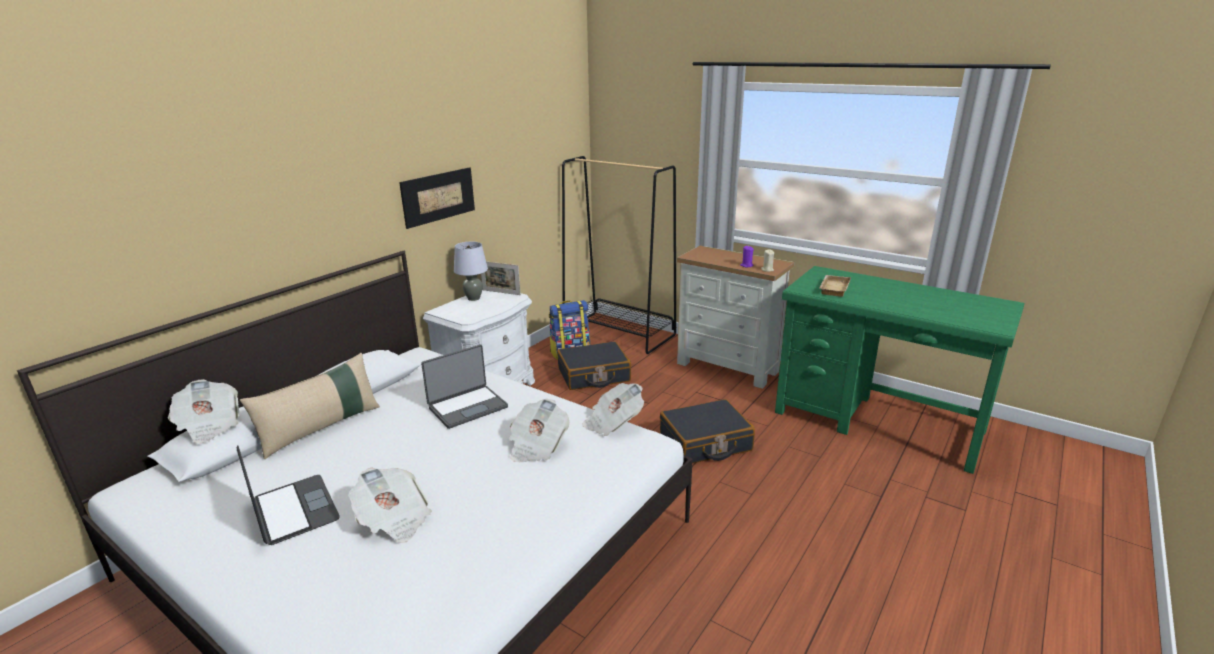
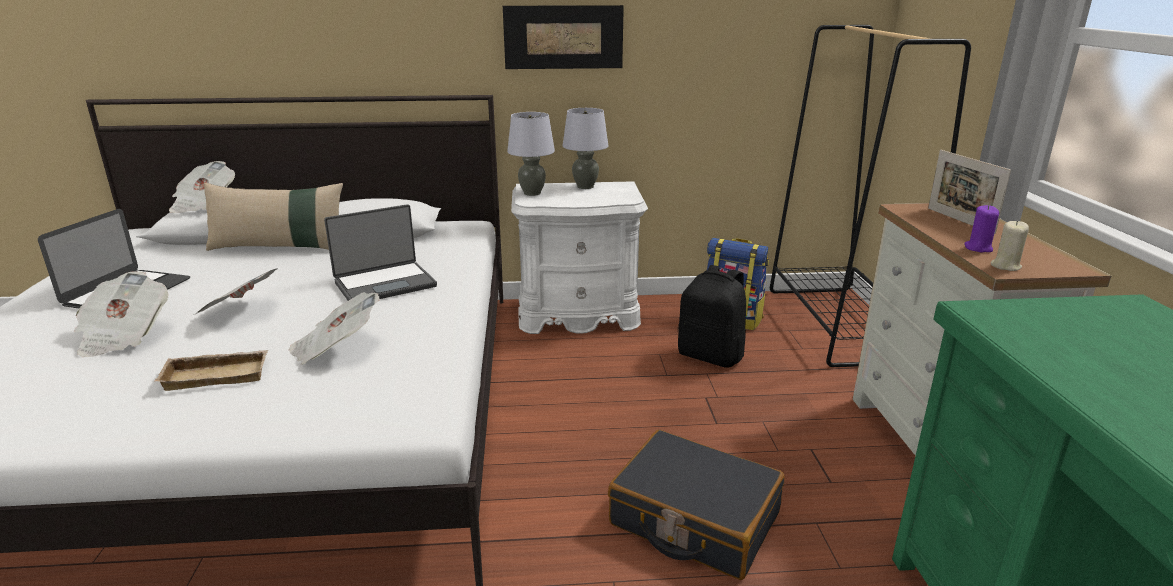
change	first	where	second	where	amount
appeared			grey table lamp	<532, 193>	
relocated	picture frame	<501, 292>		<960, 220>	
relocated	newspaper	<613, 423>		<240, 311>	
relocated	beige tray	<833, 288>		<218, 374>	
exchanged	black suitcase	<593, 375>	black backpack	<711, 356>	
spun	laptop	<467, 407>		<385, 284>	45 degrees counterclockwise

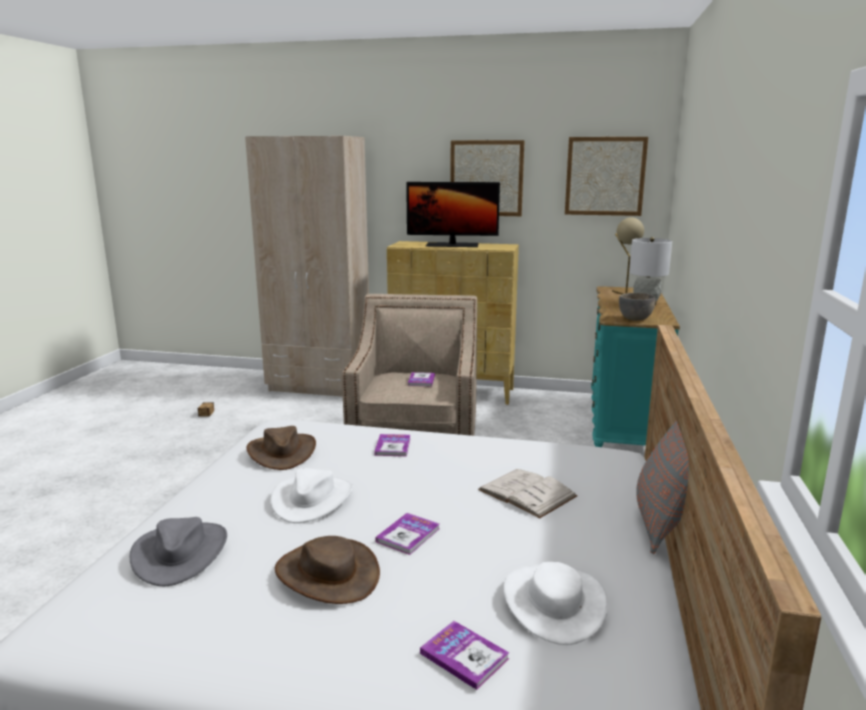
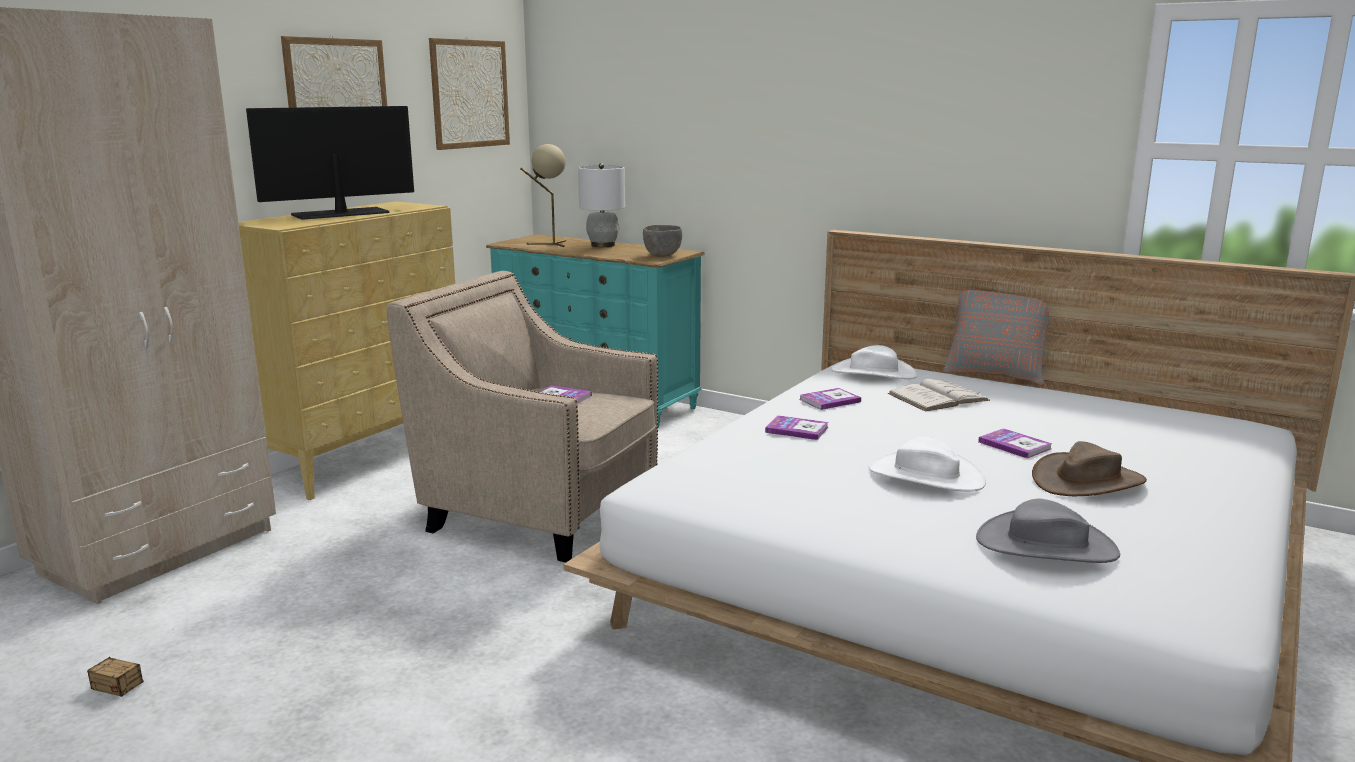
change	first	where	second	where	amount
missing	brown hat	<281, 452>			
relocated	book	<464, 656>		<829, 400>	
relocated	white hat	<554, 602>		<874, 373>	
spun	monitor	<452, 245>		<340, 214>	150 degrees counterclockwise

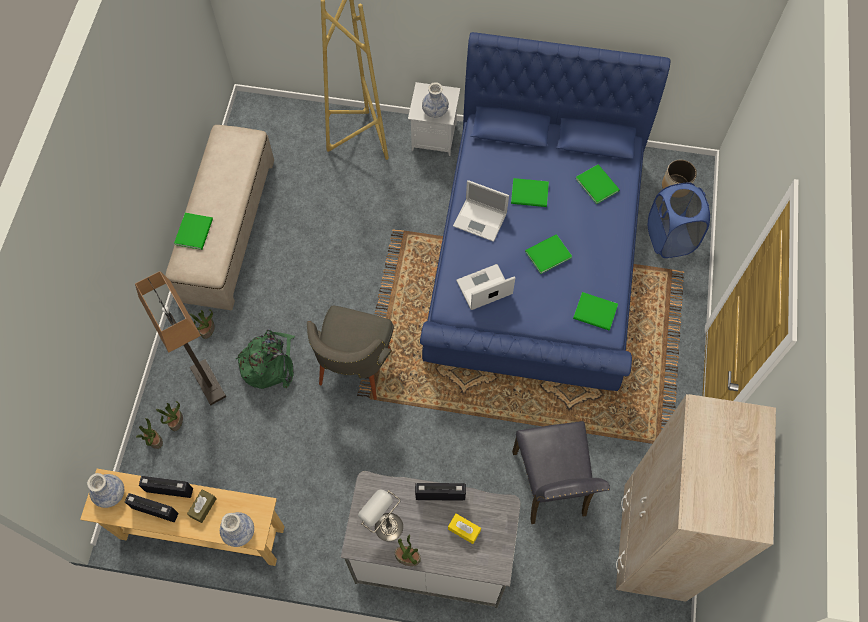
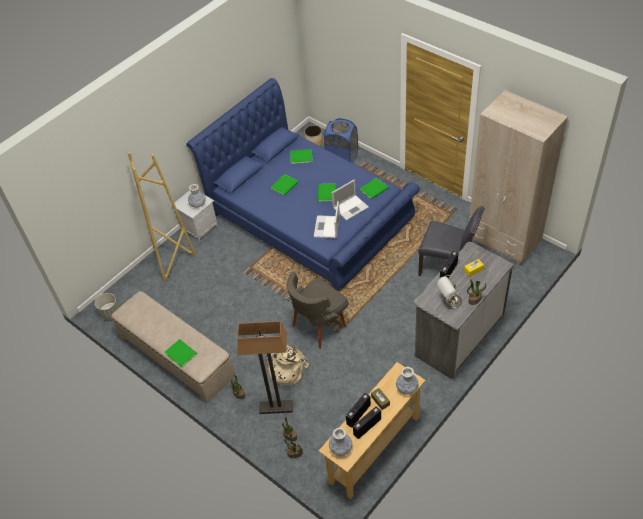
change	first	where	second	where	amount
appeared			grey planter	<110, 313>	
relocated	laptop	<481, 220>		<351, 207>	
colour	green backpack	<269, 363>	beige backpack	<286, 369>	
spun	grey chair	<356, 367>		<319, 326>	90 degrees clockwise

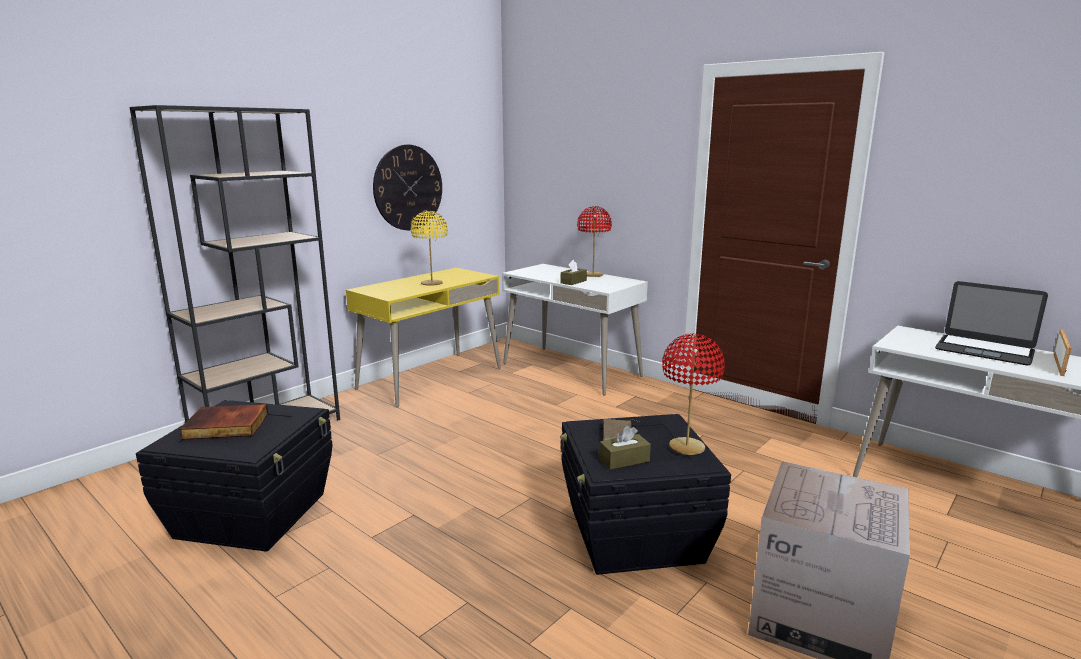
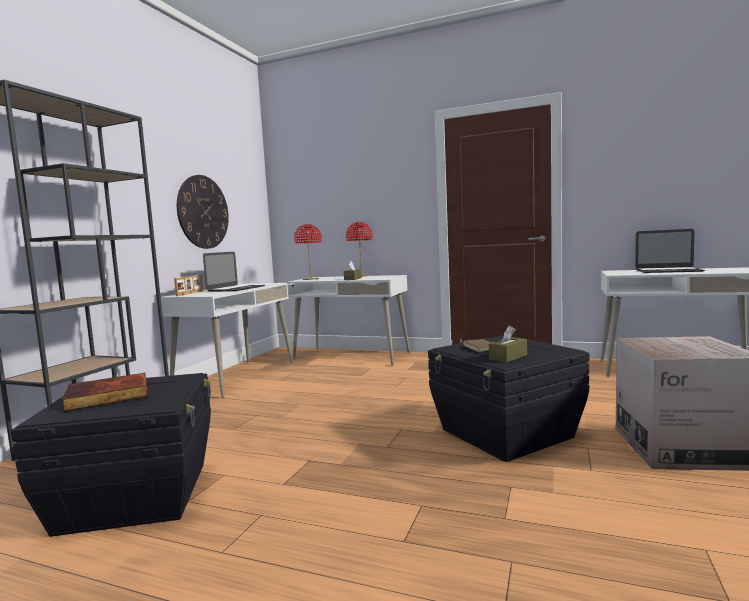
change	first	where	second	where	amount
relocated	red table lamp	<687, 447>		<310, 279>	
relocated	picture frame	<1060, 365>		<190, 293>	
exchanged	yellow table lamp	<431, 283>	laptop	<236, 288>	
colour	yellow desk	<430, 378>	white desk	<236, 377>	

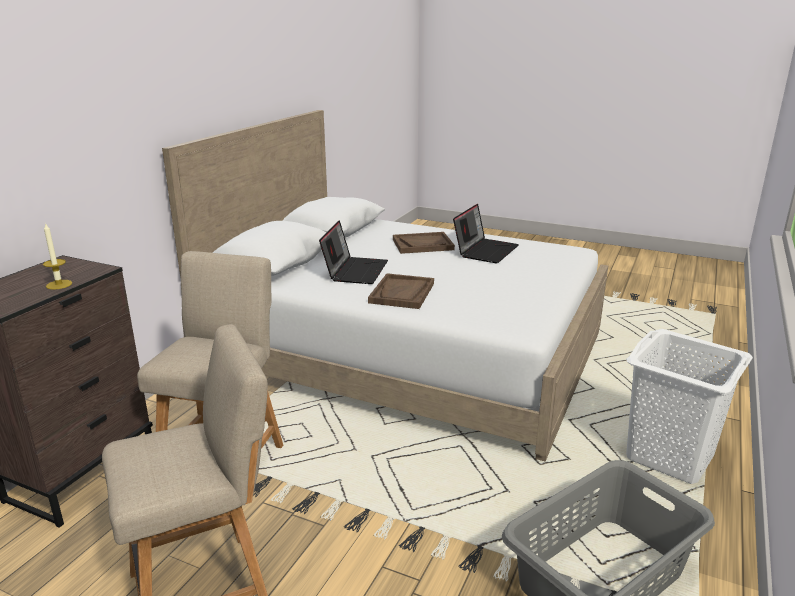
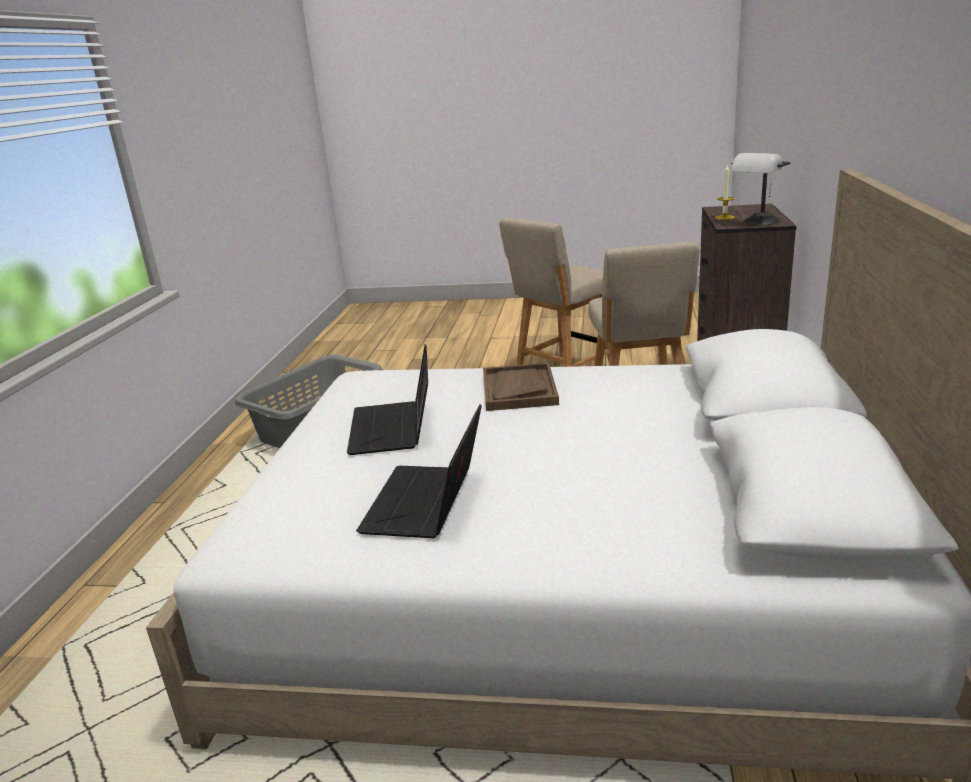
change	first	where	second	where	amount
missing	brown tray	<423, 244>			
missing	white laundry basket	<670, 456>			
appeared			table lamp	<758, 223>	
relocated	laptop	<355, 270>		<394, 429>	

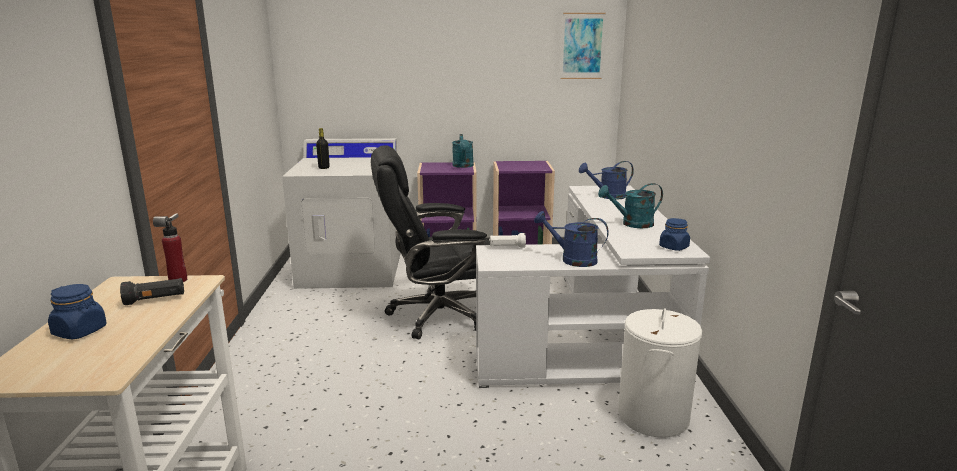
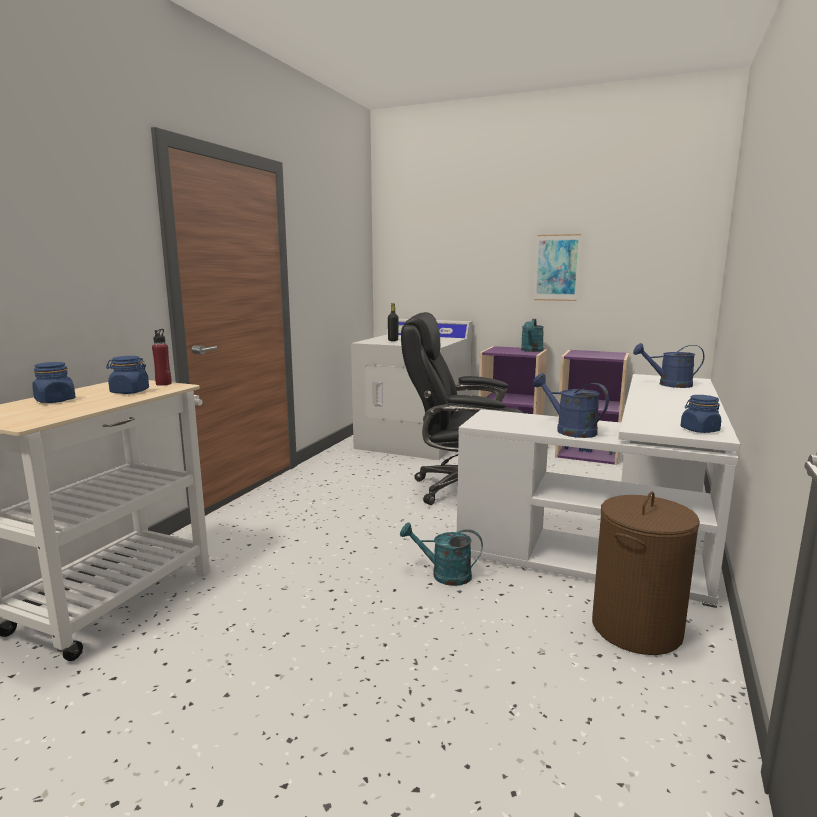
change	first	where	second	where	amount
missing	white flashlight	<507, 247>			
relocated	picture	<582, 46>		<557, 267>	
relocated	turquoise watering can	<632, 224>		<444, 575>	
exchanged	black flashlight	<155, 300>	blue jar	<129, 392>	
colour	white laundry basket	<653, 416>	brown laundry basket	<636, 628>	

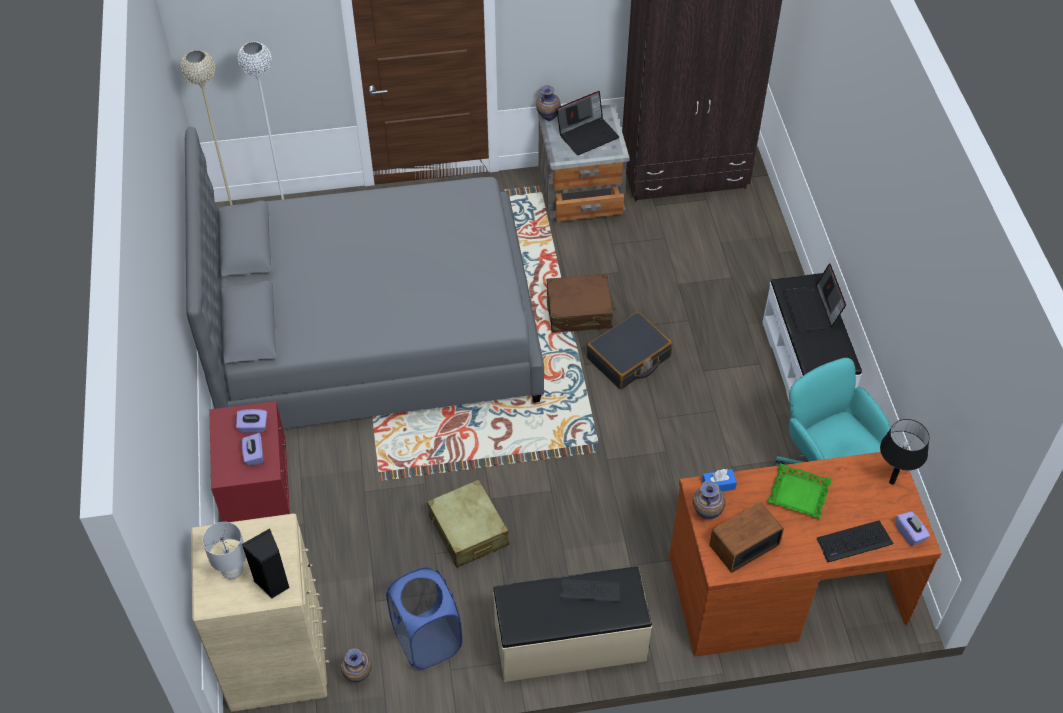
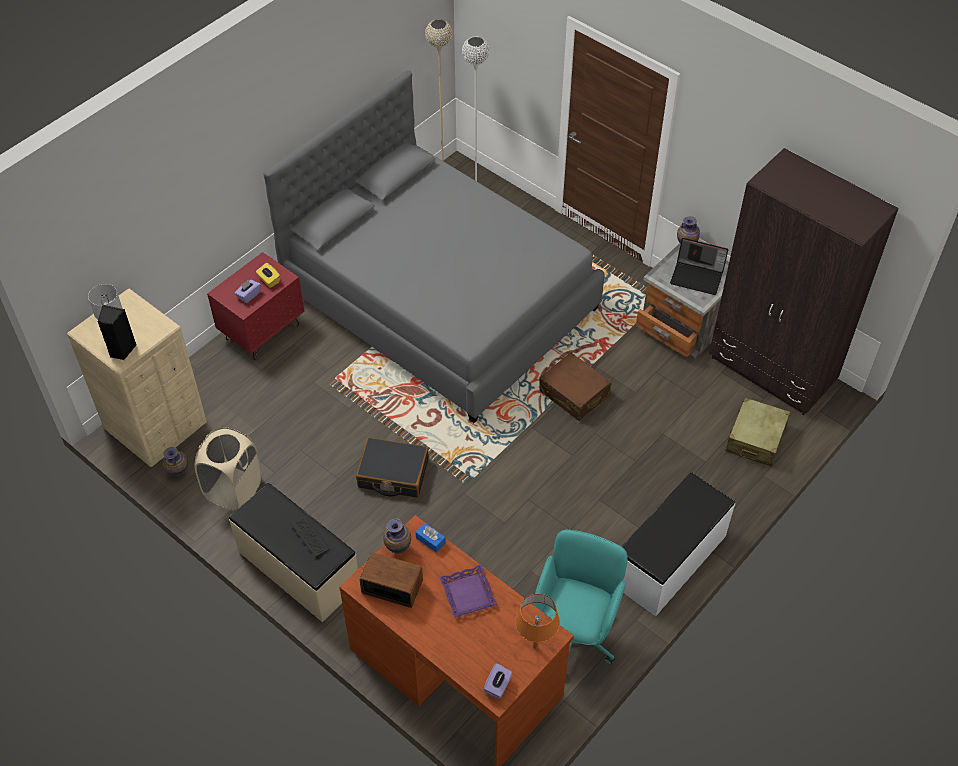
change	first	where	second	where	amount
missing	laptop	<811, 310>			
missing	keyboard	<854, 542>			
relocated	beige suitcase	<468, 531>		<755, 439>	
relocated	black suitcase	<628, 358>		<393, 474>	
colour	purple tissue box	<253, 427>	yellow tissue box	<269, 280>	
colour	blue laundry basket	<427, 639>	beige laundry basket	<234, 490>	
colour	green tray	<798, 494>	purple tray	<467, 593>	
colour	black table lamp	<892, 482>	orange table lamp	<535, 647>	

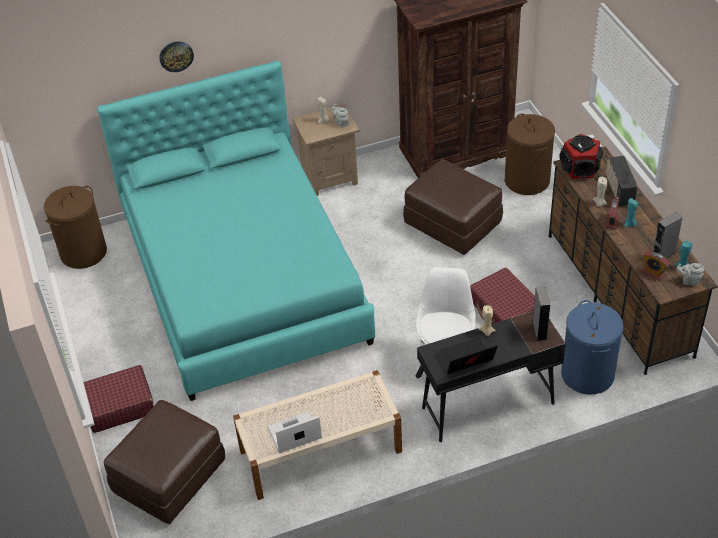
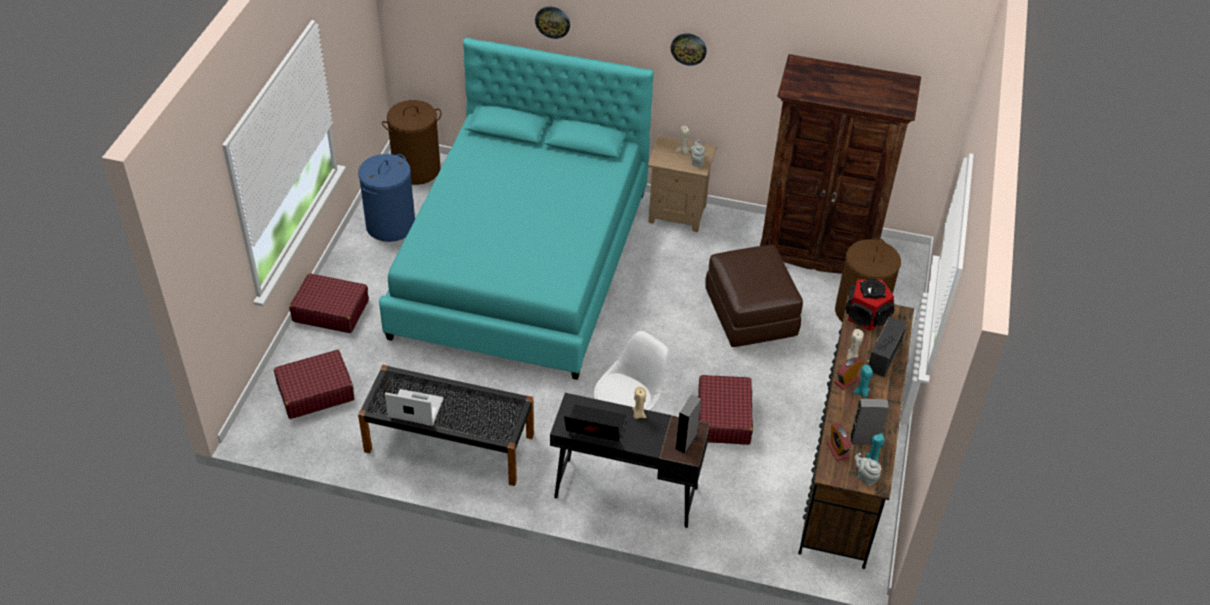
change	first	where	second	where	amount
appeared			wall clock	<688, 48>	
relocated	blue laundry basket	<587, 374>		<390, 225>	
exchanged	brown ottoman	<169, 477>	red suitcase	<315, 391>	
colour	beige bench	<320, 451>	black bench	<449, 444>	

